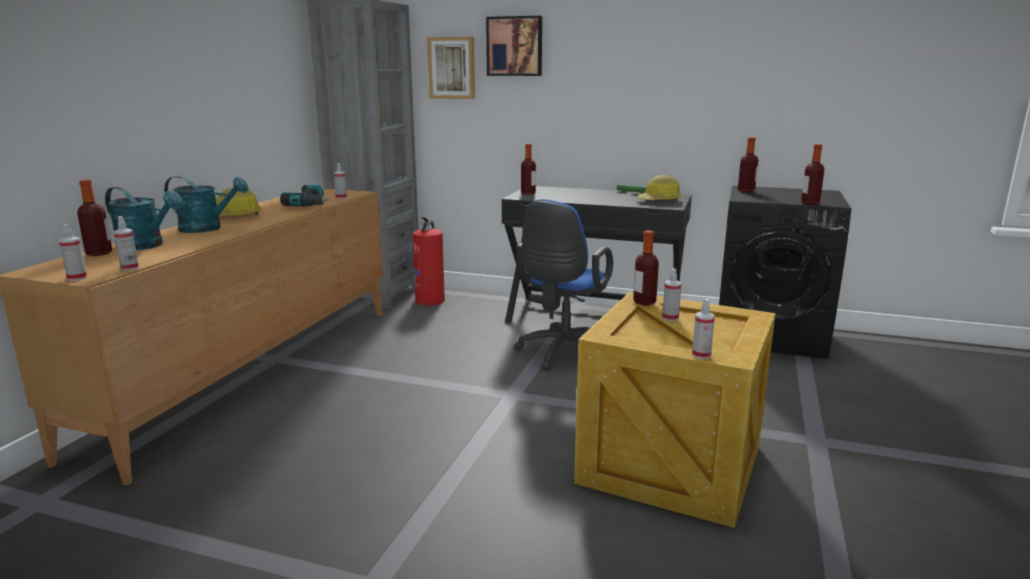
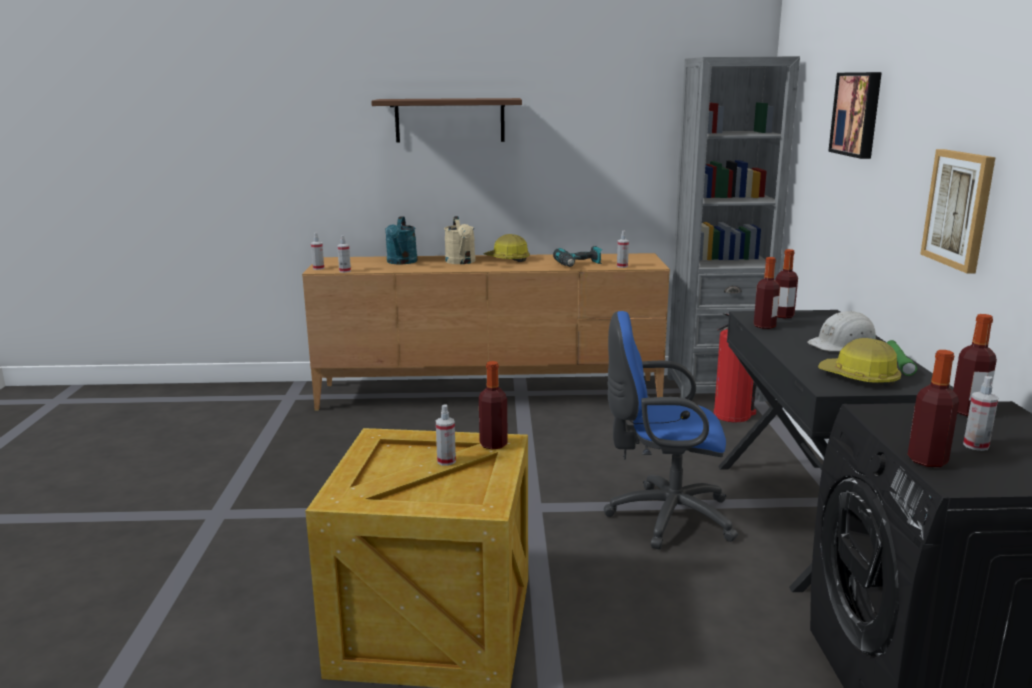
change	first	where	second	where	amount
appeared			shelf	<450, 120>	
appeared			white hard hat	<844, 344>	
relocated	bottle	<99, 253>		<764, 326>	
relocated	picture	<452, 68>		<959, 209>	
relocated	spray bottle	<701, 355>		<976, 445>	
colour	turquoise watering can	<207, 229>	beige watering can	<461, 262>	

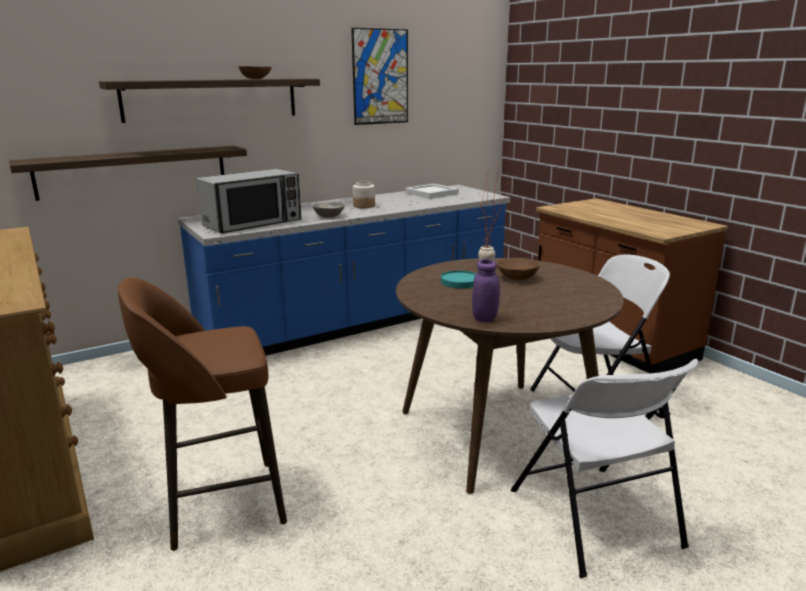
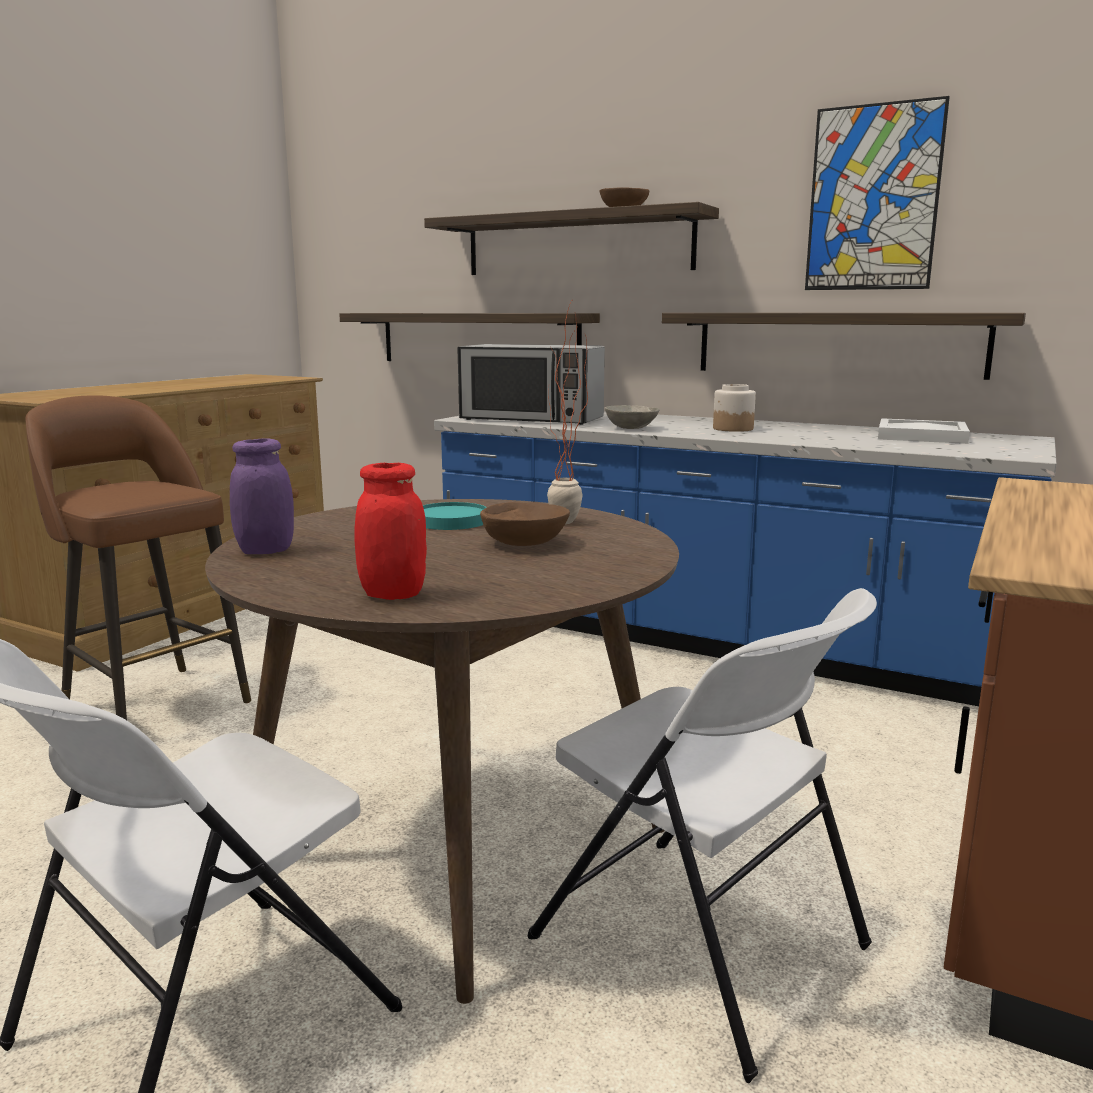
change	first	where	second	where	amount
appeared			red jar	<393, 594>	
appeared			shelf	<837, 343>	

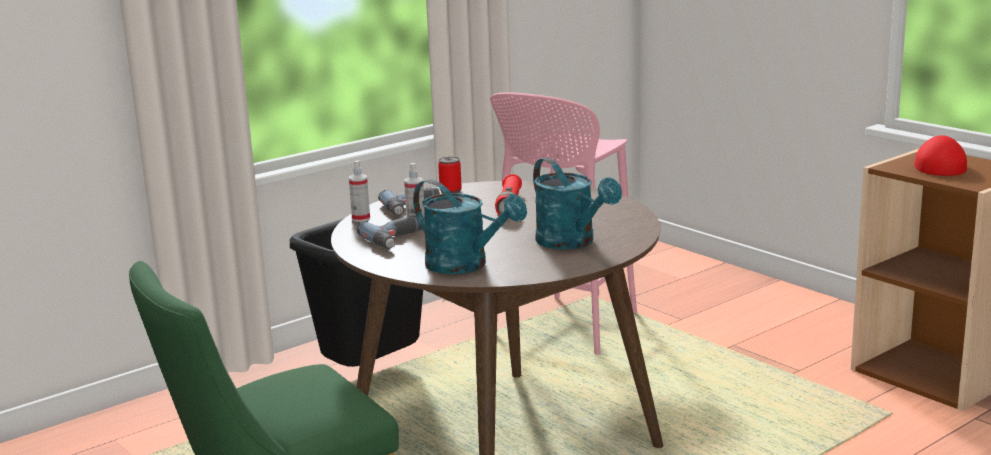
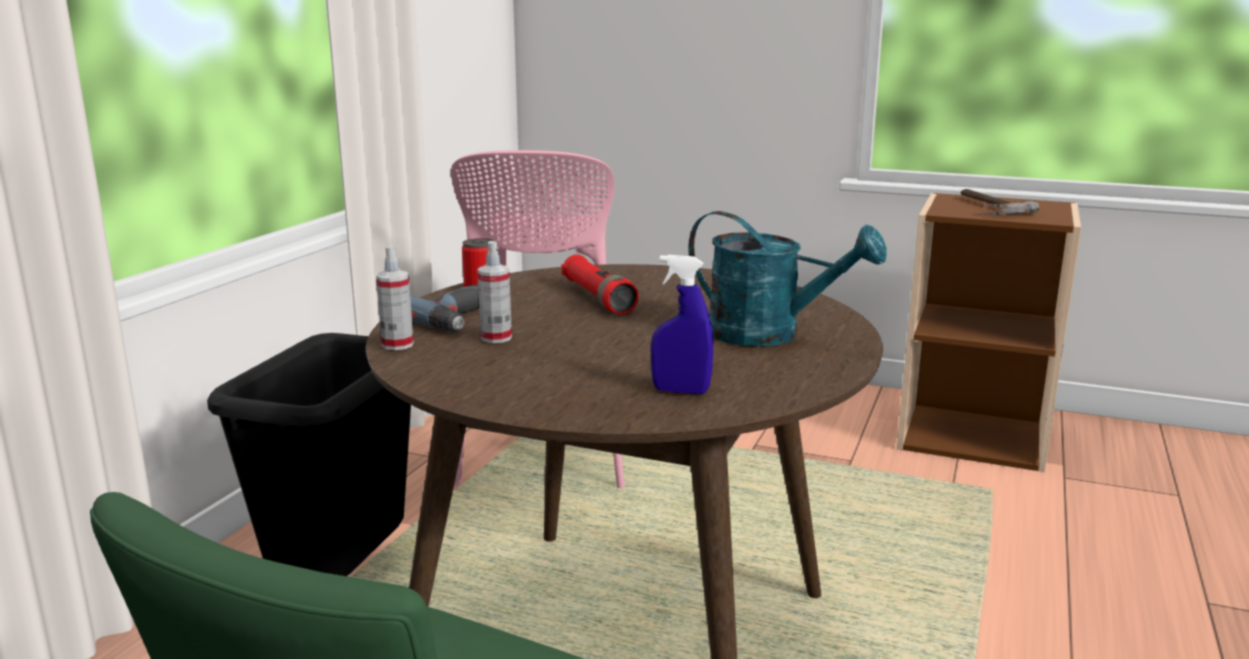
change	first	where	second	where	amount
missing	power drill	<398, 239>			
exchanged	turquoise watering can	<466, 266>	blue spray bottle	<681, 391>	
exchanged	red cap	<939, 165>	hammer	<984, 207>	

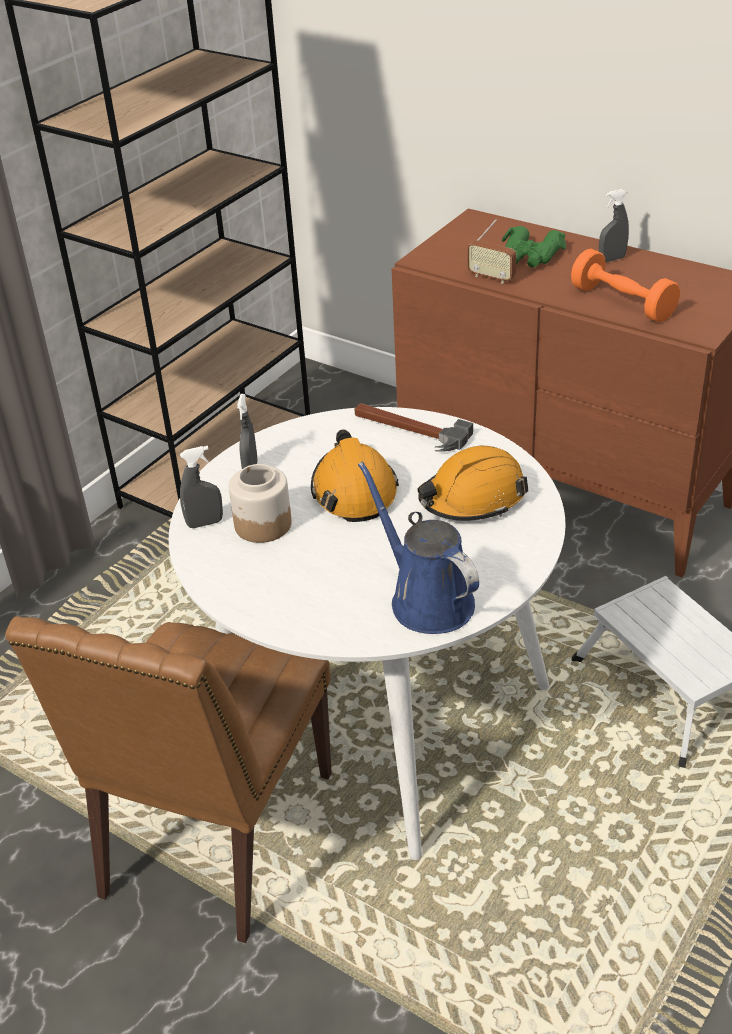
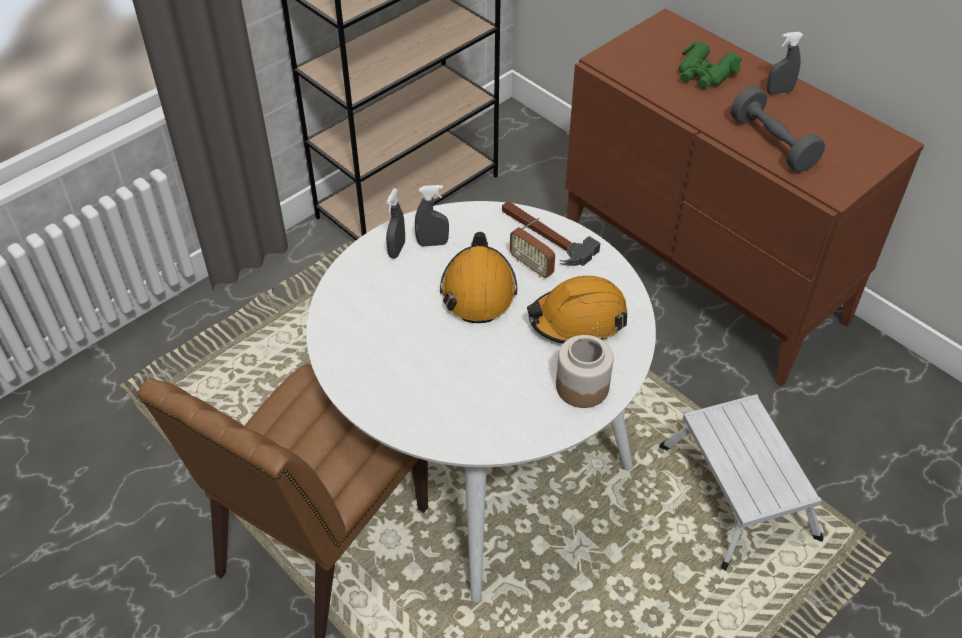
change	first	where	second	where	amount
missing	blue watering can	<426, 599>			
relocated	grey spray bottle	<205, 523>		<432, 243>	
relocated	jar	<262, 524>		<581, 386>	
relocated	radio	<491, 277>		<531, 266>	
colour	orange dumbbell	<622, 303>	grey dumbbell	<772, 143>	

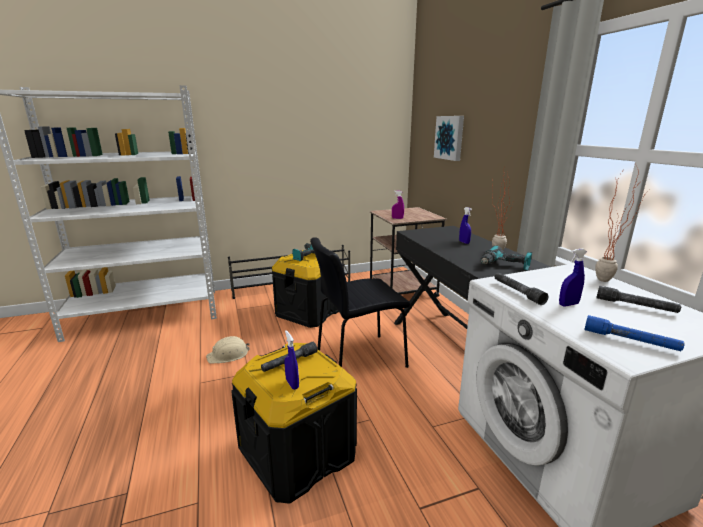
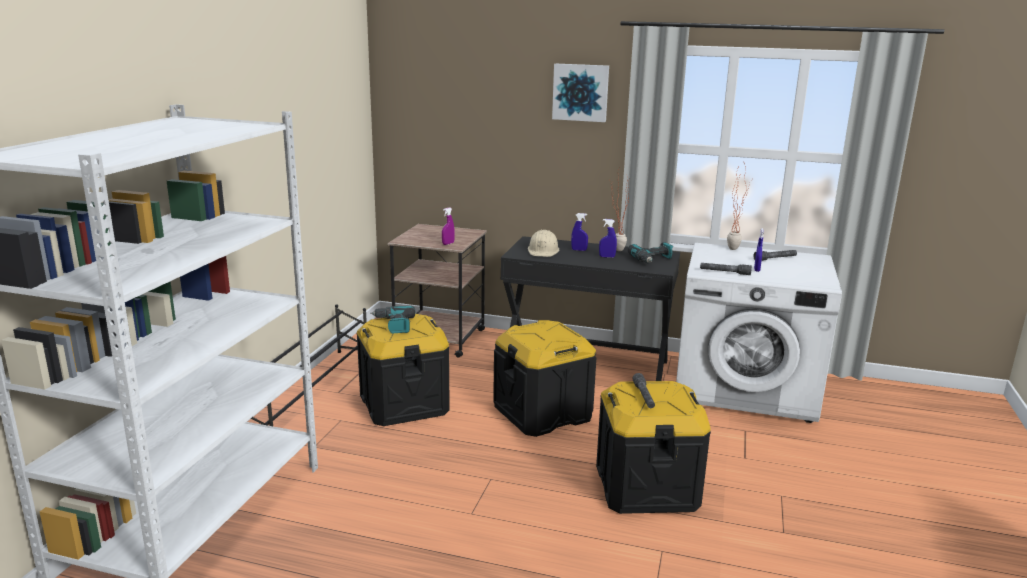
change	first	where	second	where	amount
missing	blue flashlight	<630, 340>			
relocated	beige hard hat	<228, 355>		<543, 251>	
relocated	blue spray bottle	<292, 384>		<607, 257>	
relocated	picture	<450, 137>		<580, 92>	
exchanged	black chair	<357, 359>	black storage box	<542, 413>	

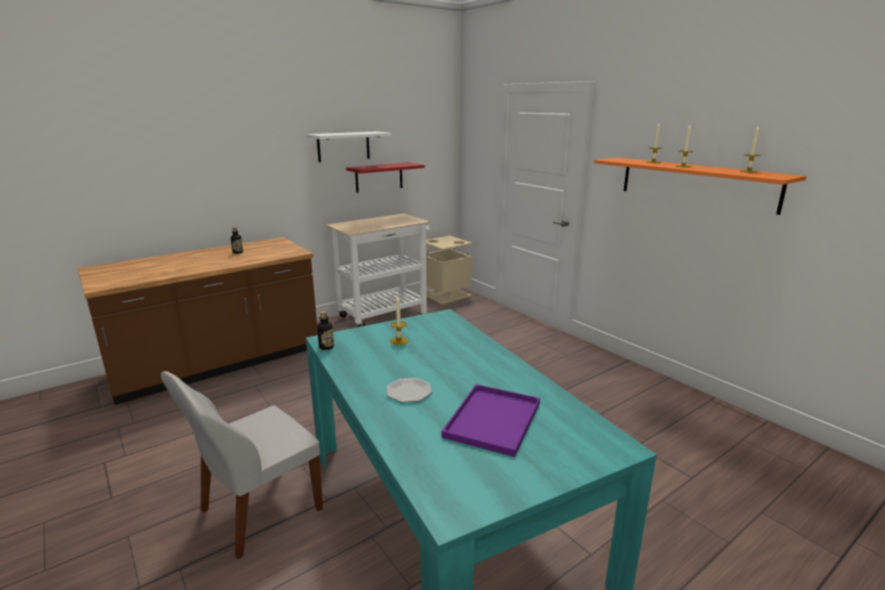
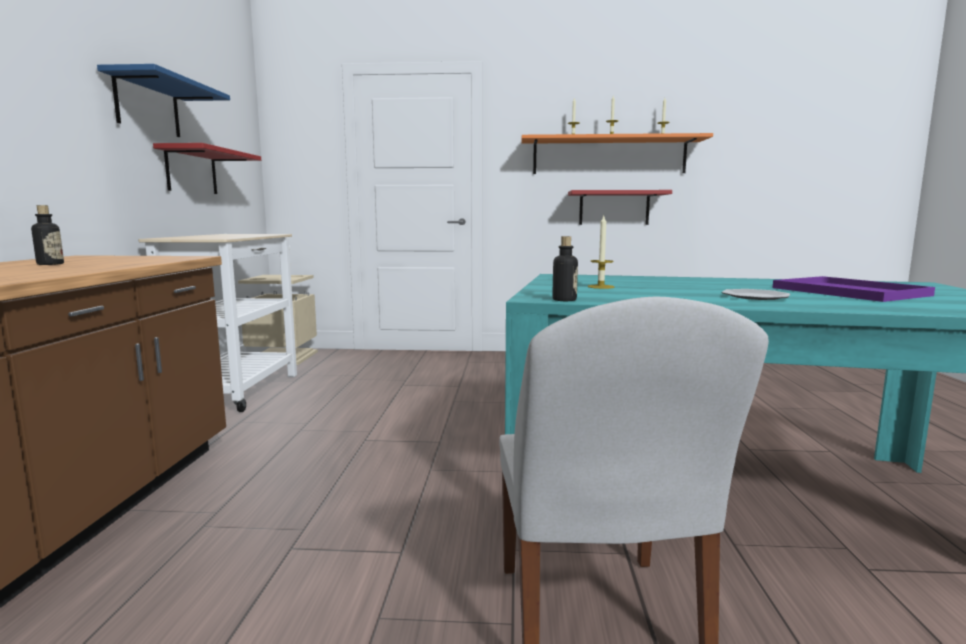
change	first	where	second	where	amount
appeared			red shelf	<614, 208>	
colour	white shelf	<343, 146>	blue shelf	<147, 106>	

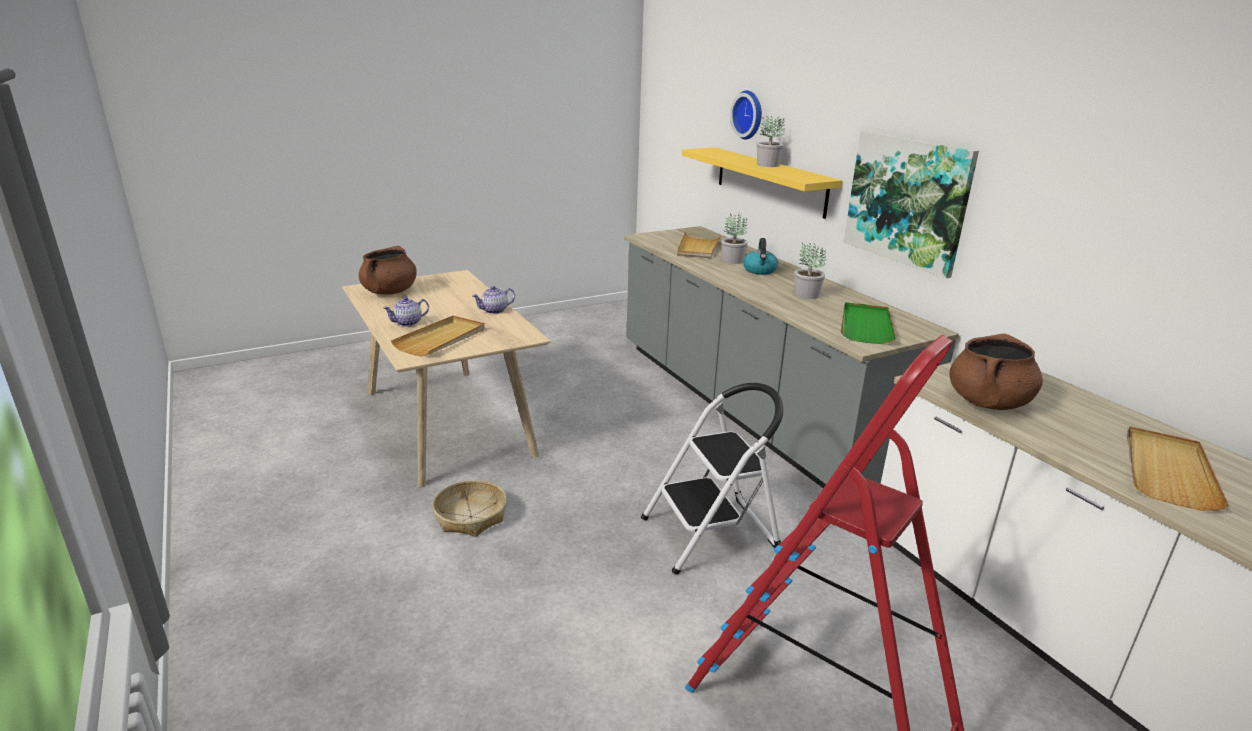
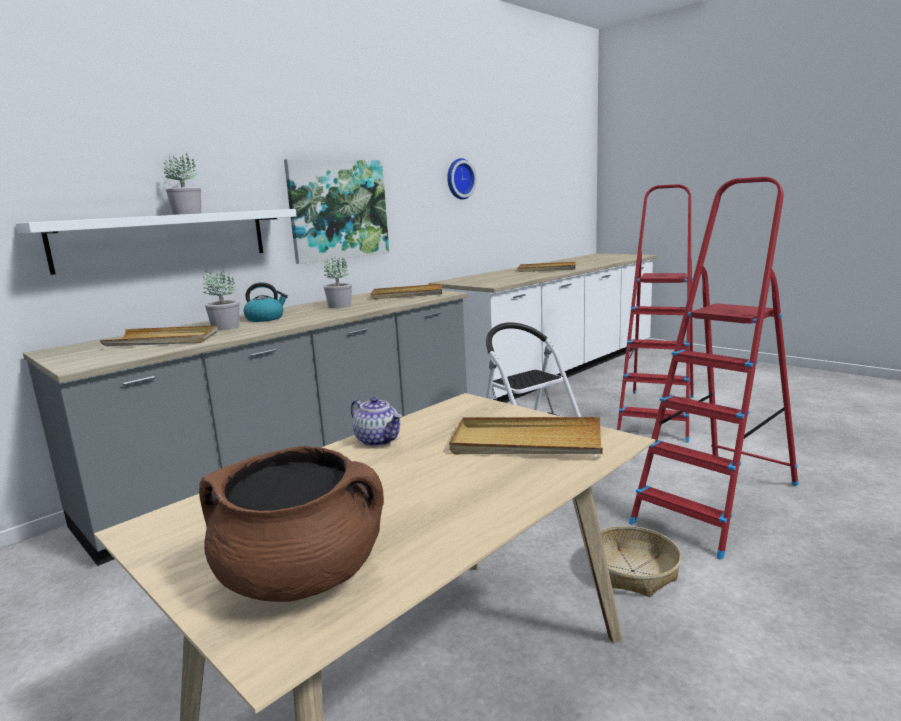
change	first	where	second	where	amount
missing	teapot	<408, 323>			
missing	brown cooking pot	<988, 402>			
appeared			red step ladder	<717, 503>	
relocated	wall clock	<749, 115>		<459, 179>	
colour	yellow shelf	<770, 181>	white shelf	<164, 239>	
colour	green tray	<866, 326>	beige tray	<407, 295>	

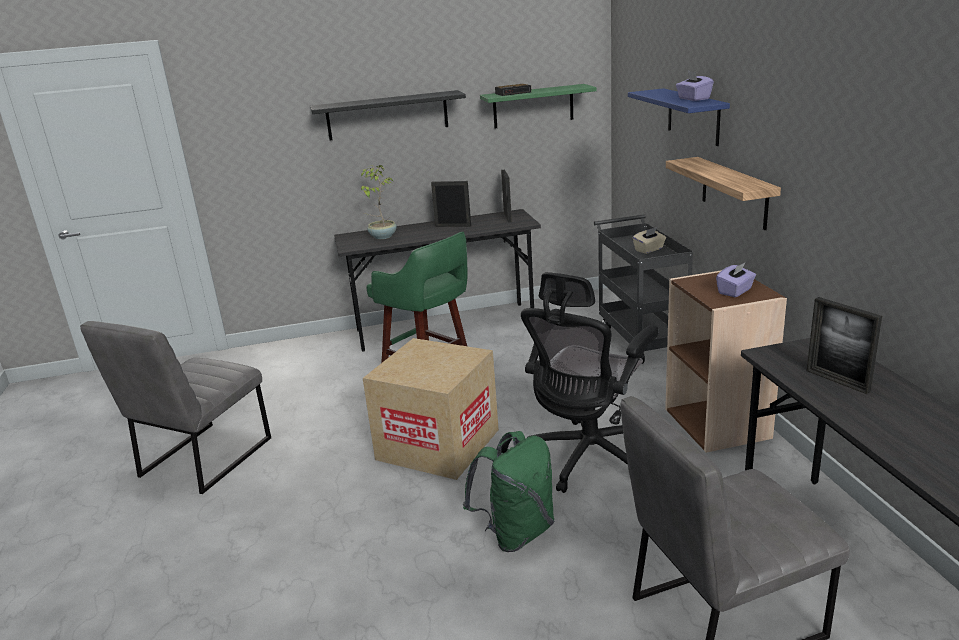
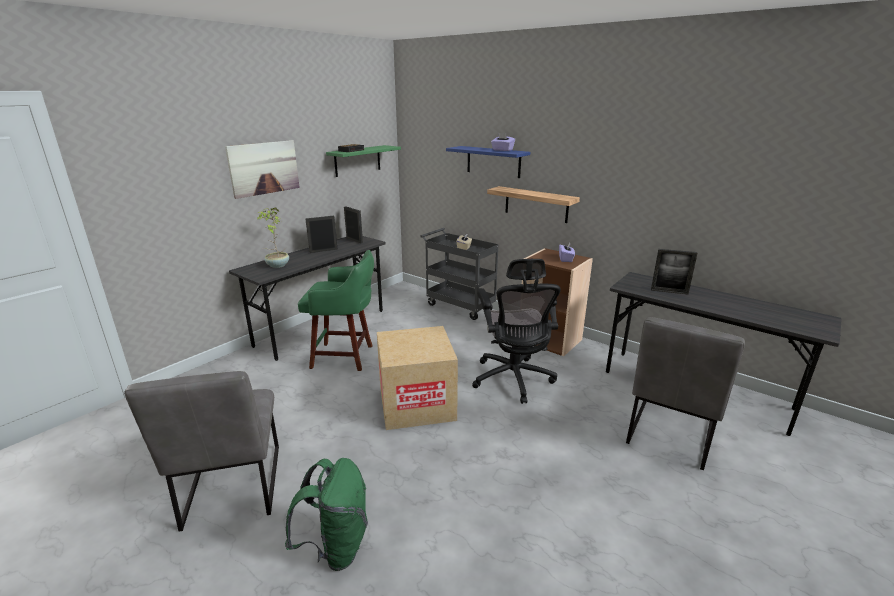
change	first	where	second	where	amount
relocated	green backpack	<516, 533>		<336, 546>	
exchanged	black shelf	<387, 115>	picture	<264, 168>	

